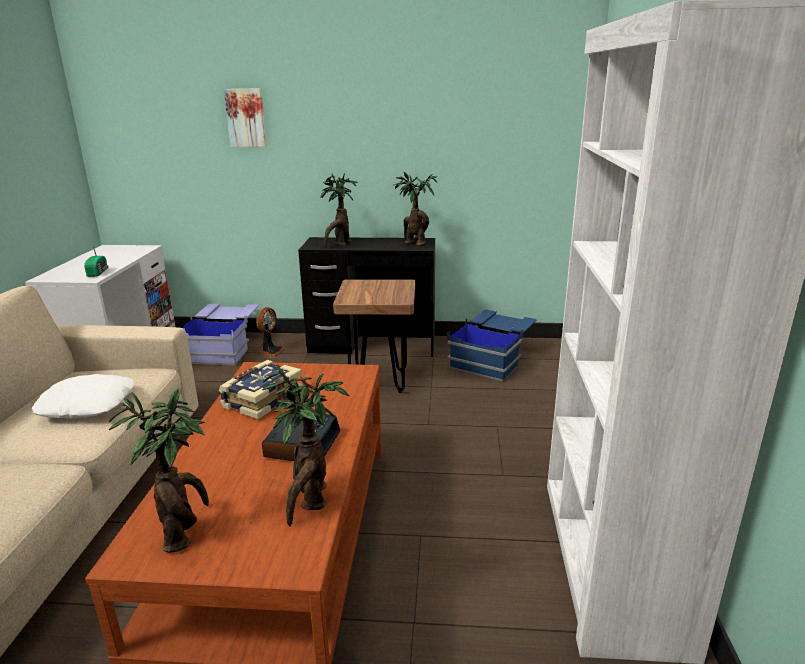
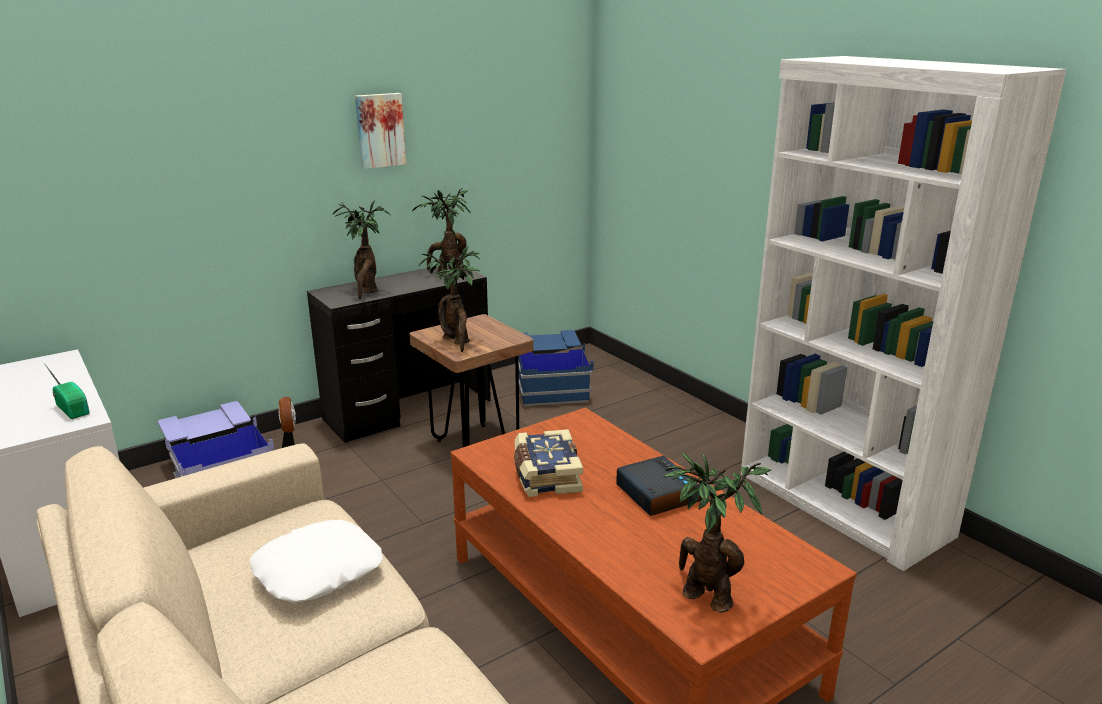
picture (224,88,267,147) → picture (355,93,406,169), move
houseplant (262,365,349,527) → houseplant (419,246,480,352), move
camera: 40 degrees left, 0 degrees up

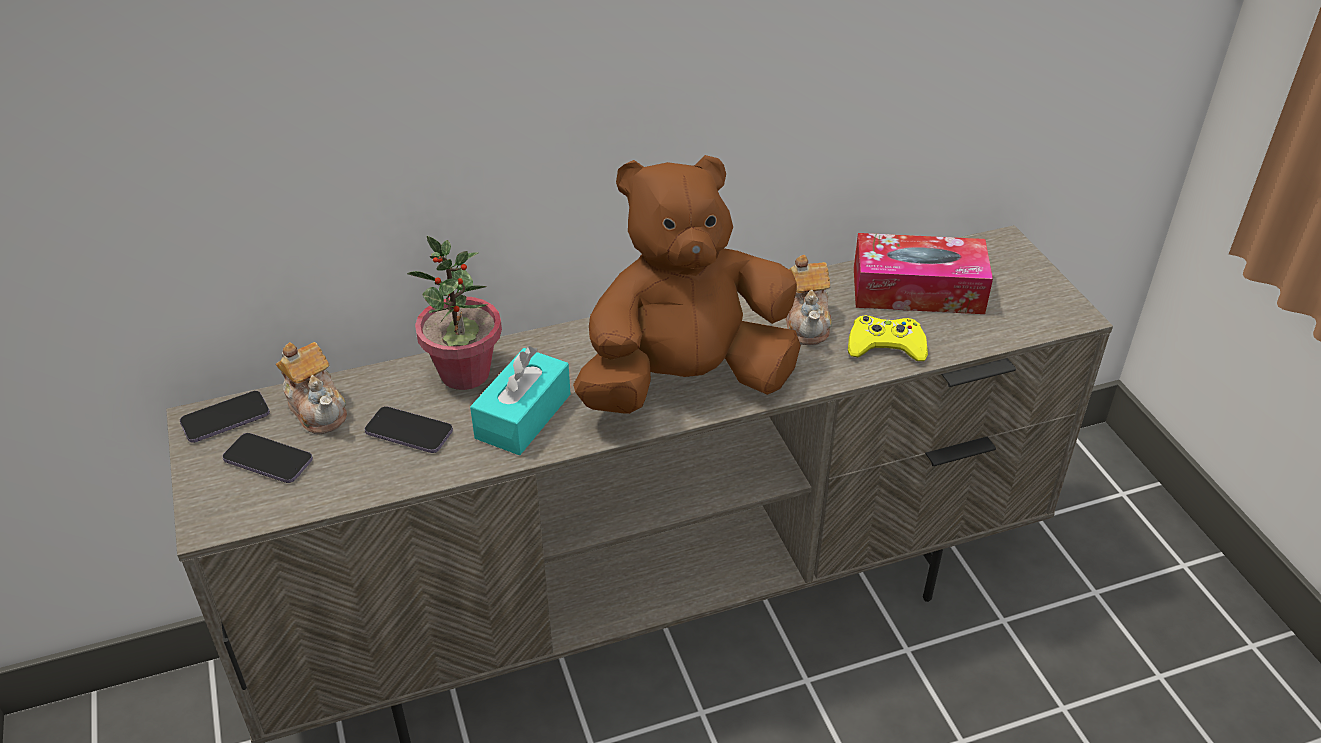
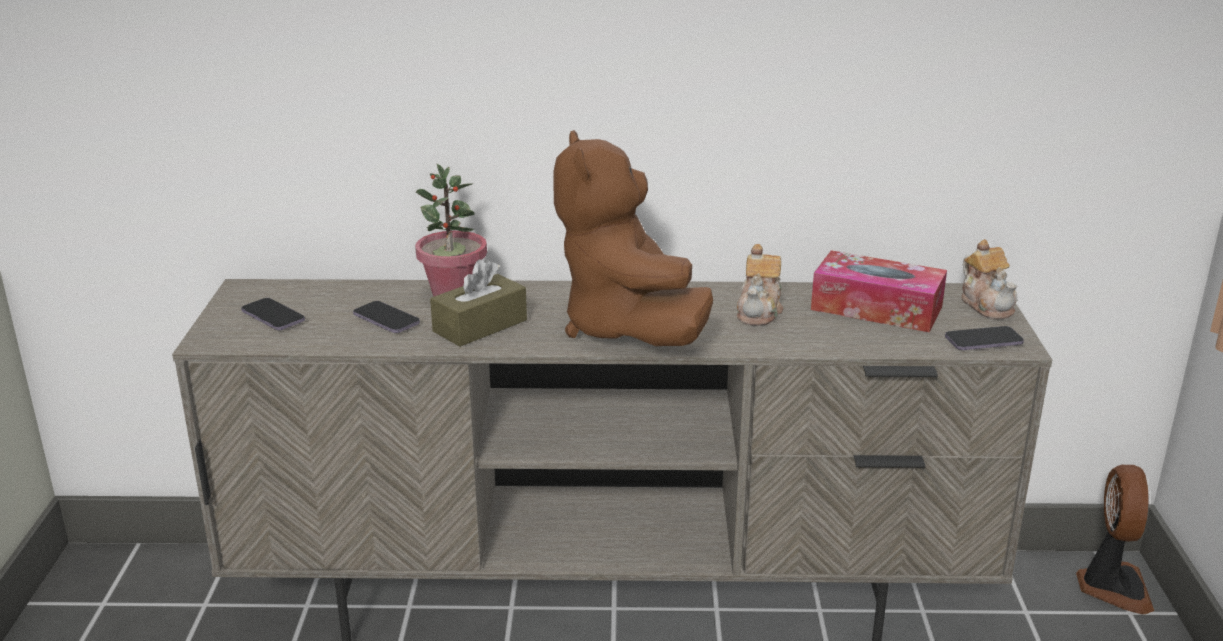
brownish plush toy (573,155,801,414) → brownish plush toy (554,130,713,346), 105 degrees counterclockwise
yellowish joypad (848,315,928,361) → -
pot for tea (276,342,347,434) → pot for tea (961,239,1018,319), move
turquoise-coloured box of tissues (470,346,571,455) → brownish box of tissues (430,260,527,347)
telephone (180,391,270,443) → telephone (945,326,1024,350), move
- → fan (1076,465,1154,614)
camera: 20 degrees right, 15 degrees down

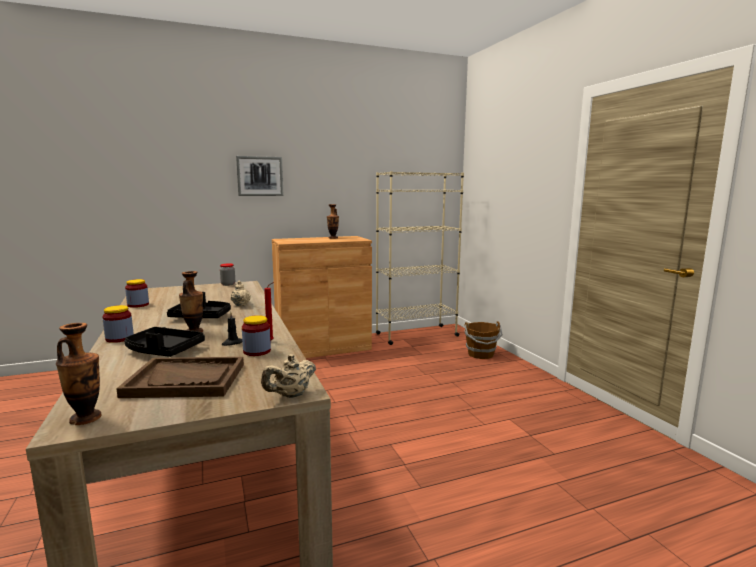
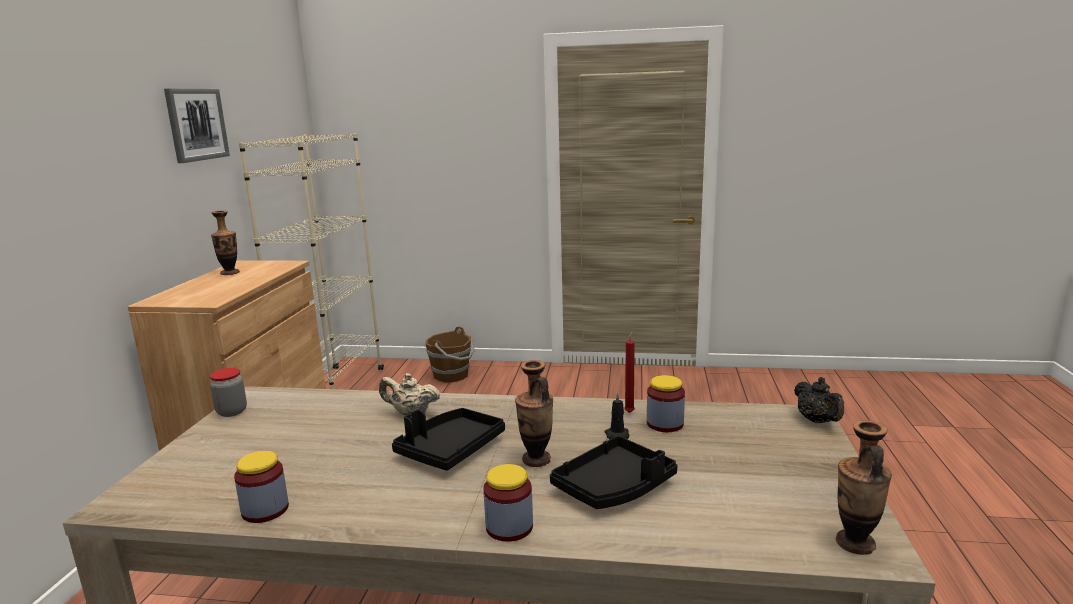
picture (236,156,284,196) → picture (164,89,230,163), move
beige-coloured pot for tea (261,354,316,398) → blackish pot for tea (794,377,844,423)
brownish tray (116,357,244,398) → -
camera: 60 degrees left, 5 degrees up

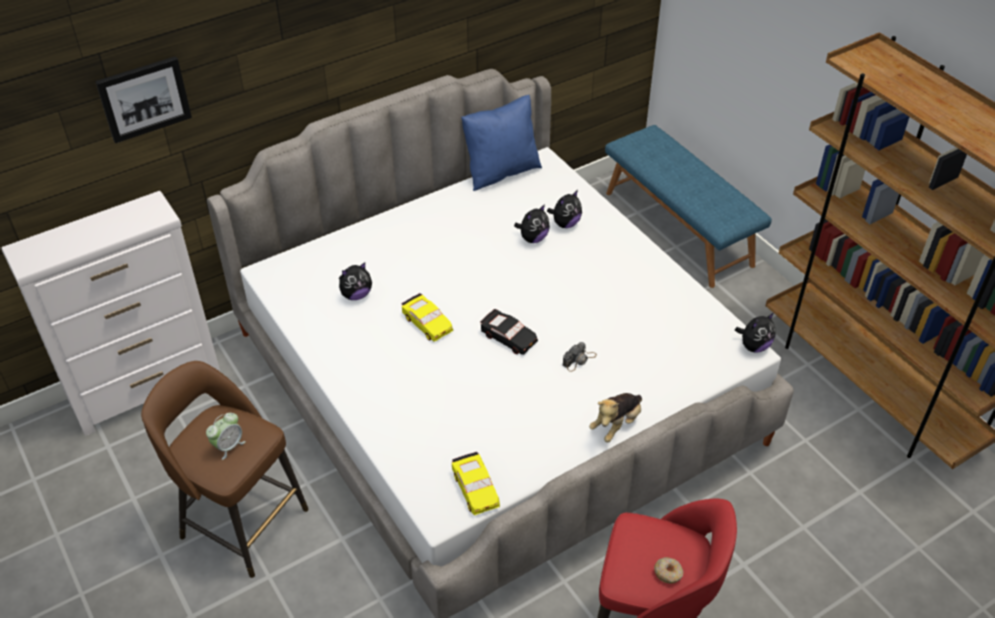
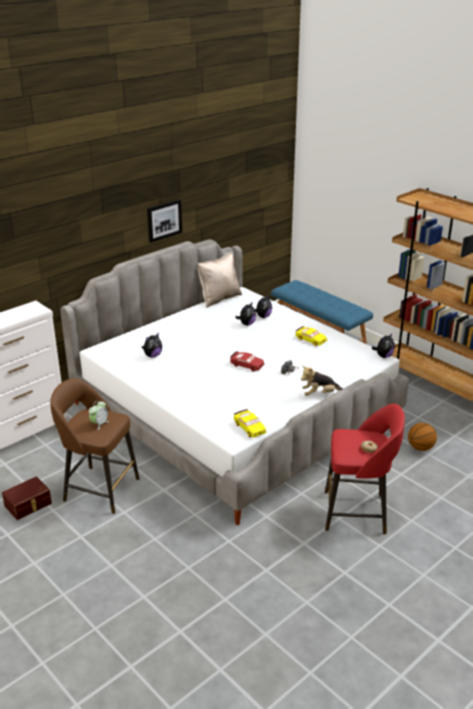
picture (95,56,192,143) → picture (147,199,182,243), move
blue-coloured throw pillow (461,95,542,191) → beige-coloured throw pillow (197,253,242,307)
yellowish toy car (401,293,453,342) → yellowish toy car (296,326,327,346), move
blackish toy car (480,309,538,355) → red toy car (230,351,264,372)
plush toy (589,393,642,442) → plush toy (301,366,343,396), 45 degrees clockwise
- → basketball ball (408,423,437,451)
- → brownish storage box (2,476,52,520)
camera: 10 degrees left, 15 degrees down

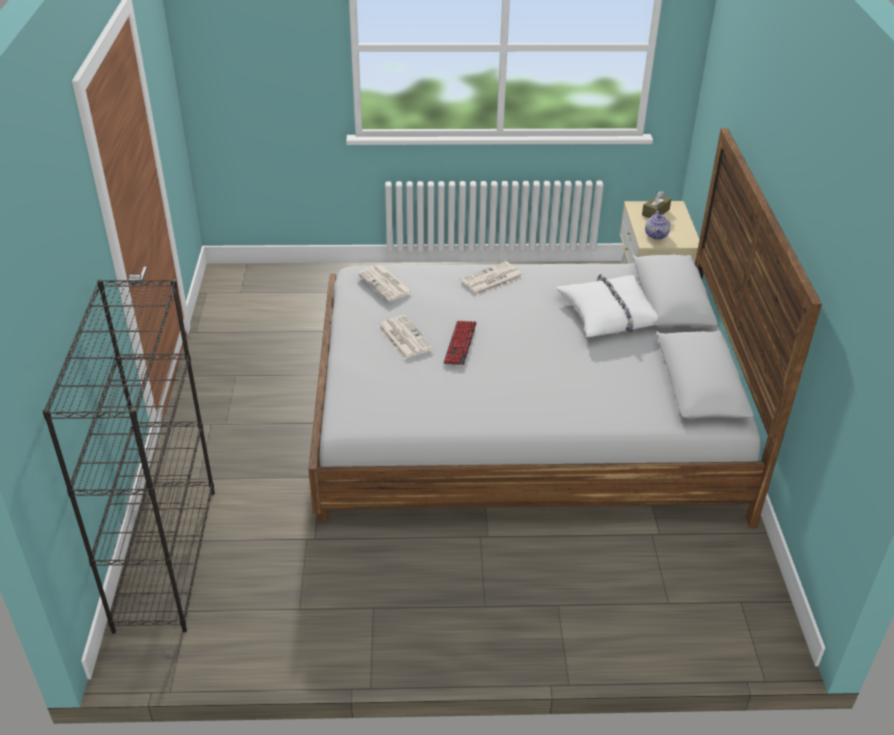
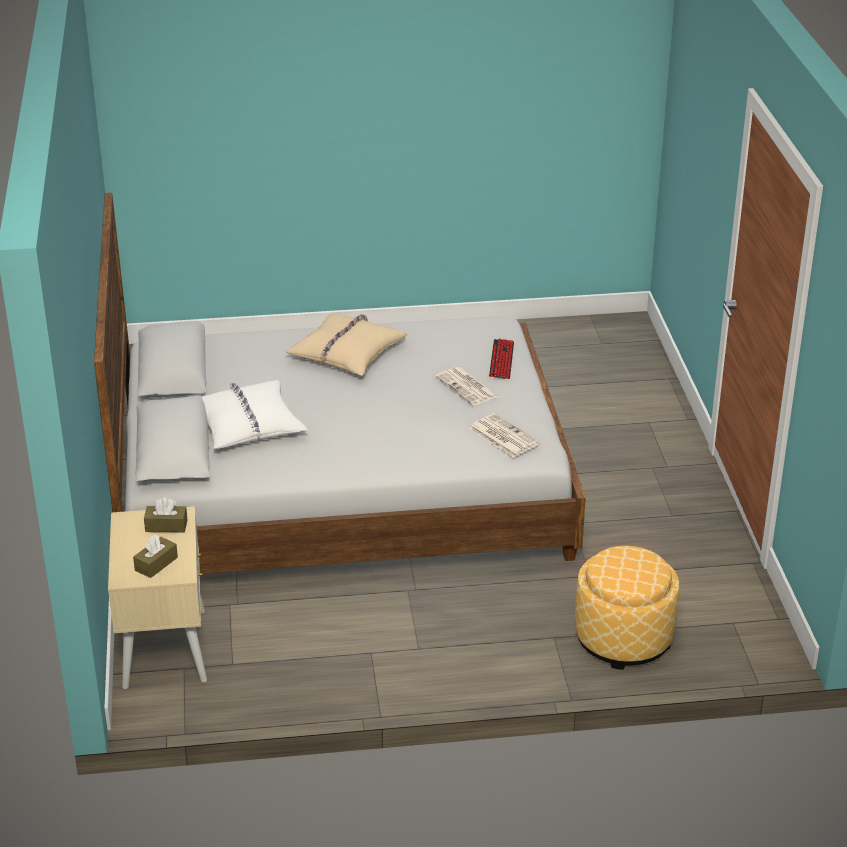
pot for tea (645,210,670,240) → brownish box of tissues (144,498,187,532)
newspaper (460,261,523,295) → -
blackish bookshelf (43,279,215,634) → -
keyboard (444,321,477,365) → keyboard (489,339,514,379), move
- → beige-coloured throw pillow (285,314,407,376)
- → pouffe (575,546,679,670)
camera: 175 degrees right, 5 degrees down

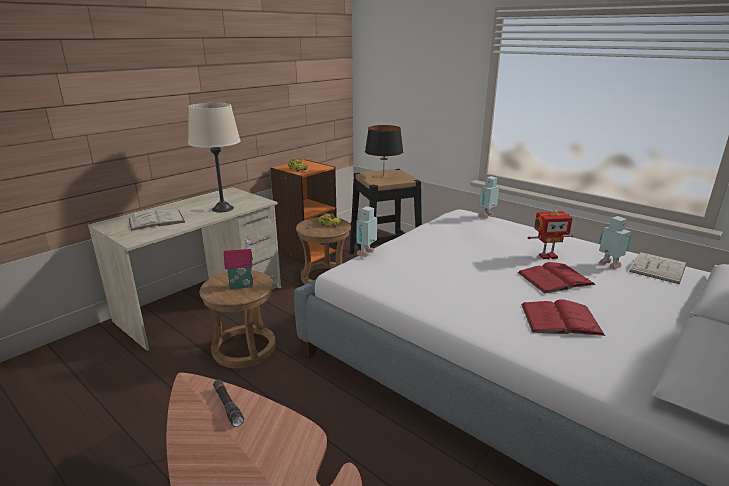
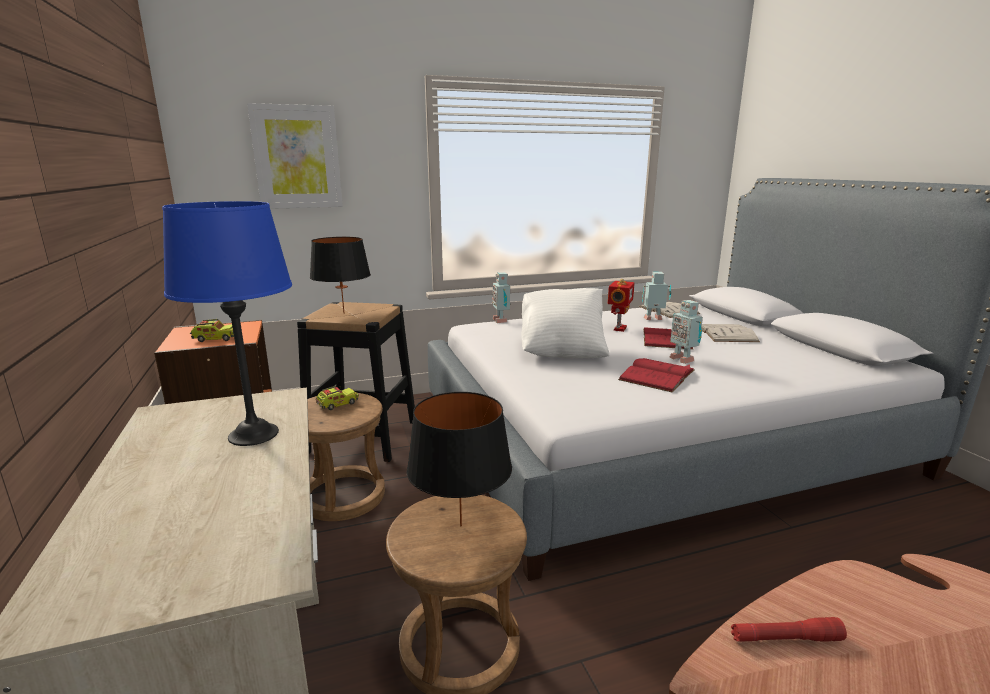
beige-coloured tabletop lamp (188,103,240,212) → blue-coloured tabletop lamp (162,201,292,446)
model robot (356,206,377,257) → model robot (669,300,703,364), move
whitish volume (129,209,185,231) → whitish volume (701,324,760,342), move
toy house (224,236,254,289) → blackish tabletop lamp (406,392,512,526)
red volume (521,299,605,336) → red volume (618,358,694,393), move
blackish torch (213,379,244,427) → red torch (731,617,847,642)
- → picture (247,103,343,209)
- → whitish throw pillow (521,288,609,358)
camera: 60 degrees left, 5 degrees down

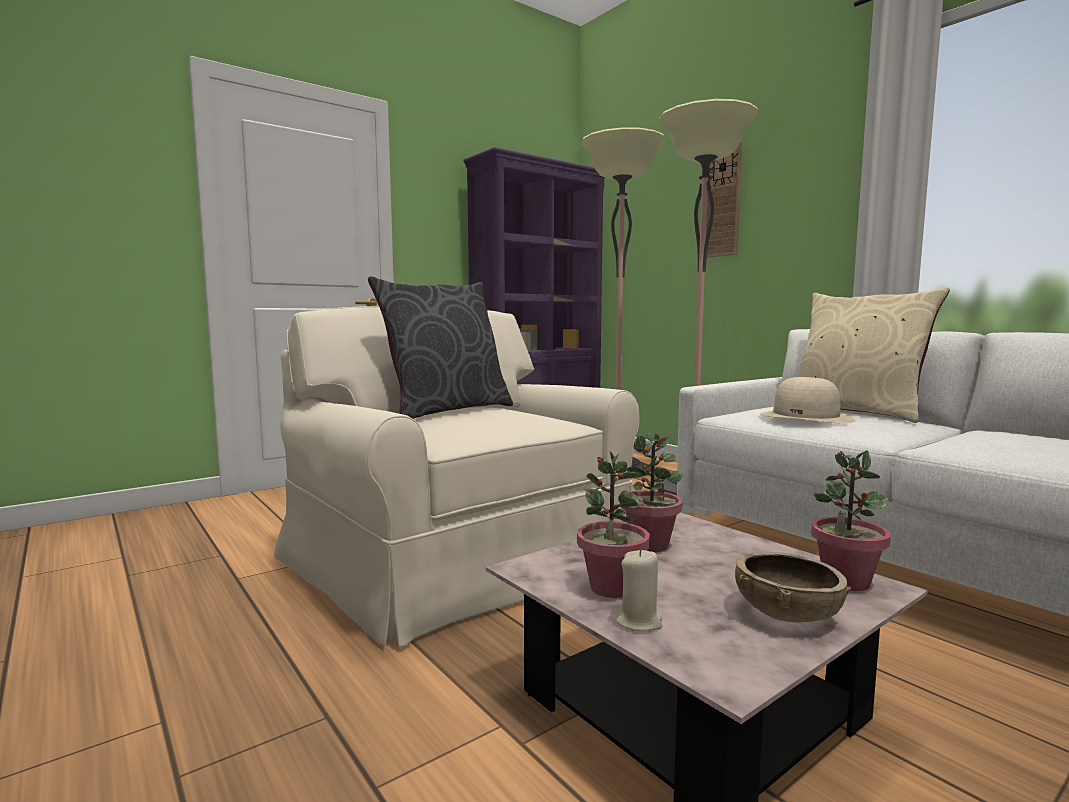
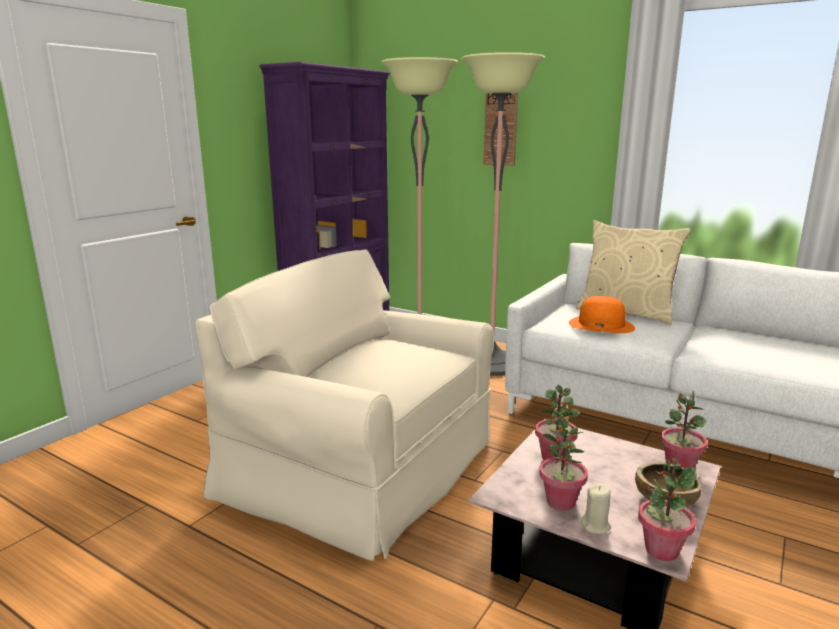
gray throw pillow (368,276,513,419) → -
beige-coloured hat (759,377,855,424) → orangey hat (569,296,635,333)
- → houseplant (638,459,697,561)
camera: 20 degrees left, 10 degrees up

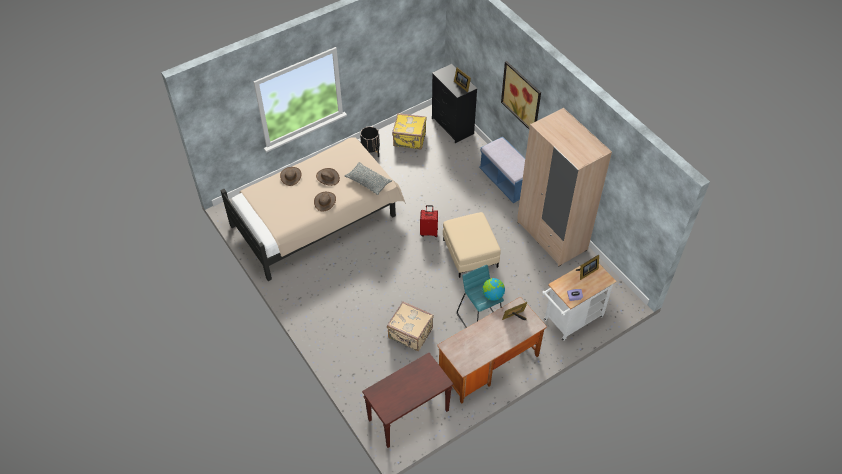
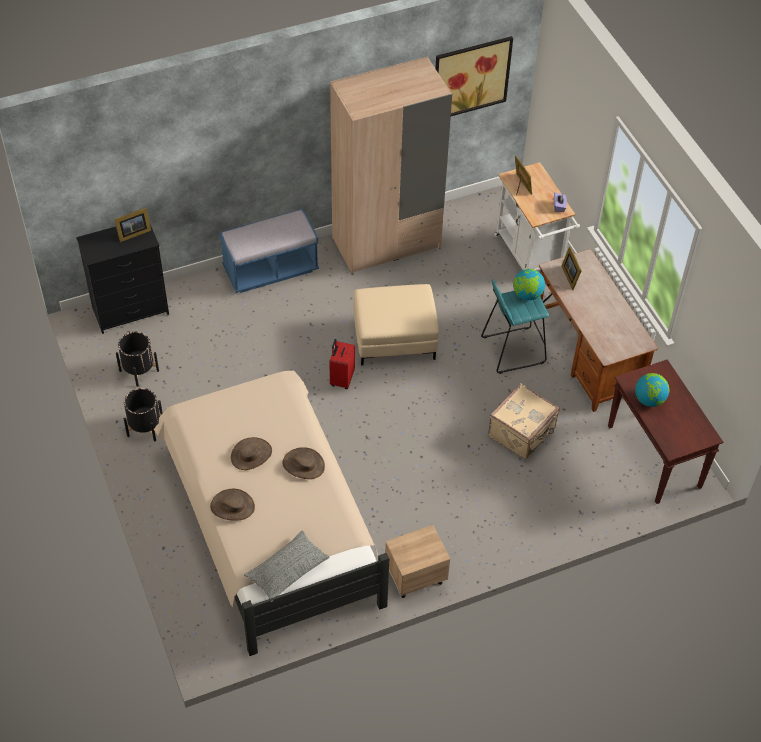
picture (501,61,541,129) → picture (435,36,513,116), move
yellowish piece of luggage (392,113,426,150) → blackish planter (116,332,159,387)
gray throw pillow (345,162,392,195) → gray throw pillow (244,531,329,602), move
- → world globe (635,373,669,407)
- → beige-coloured nightstand (385,525,450,598)
camera: 80 degrees left, 0 degrees up

